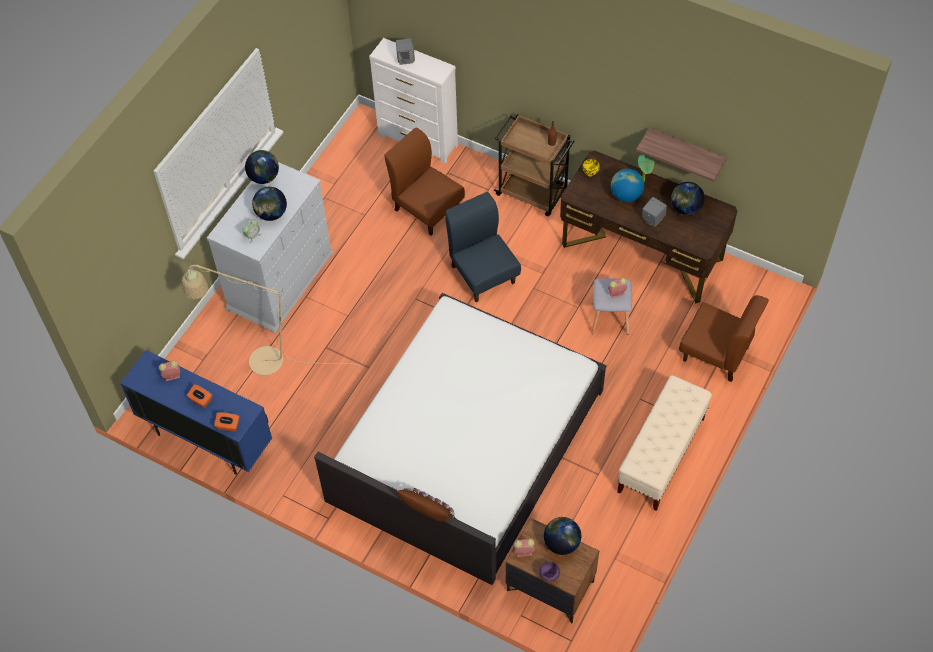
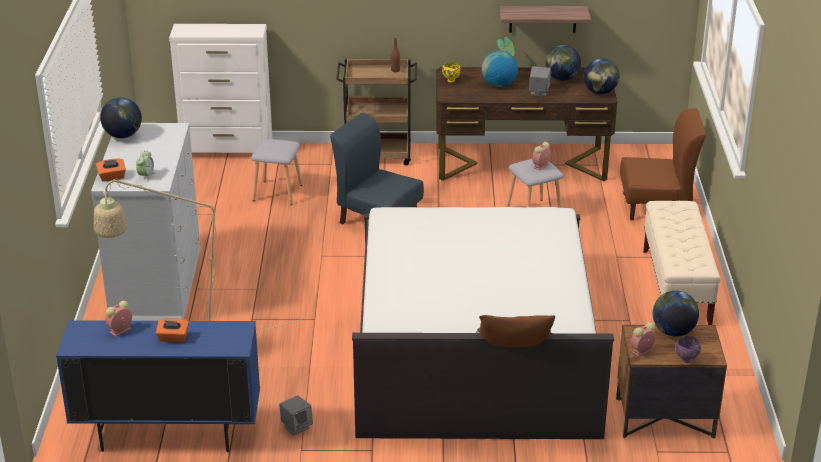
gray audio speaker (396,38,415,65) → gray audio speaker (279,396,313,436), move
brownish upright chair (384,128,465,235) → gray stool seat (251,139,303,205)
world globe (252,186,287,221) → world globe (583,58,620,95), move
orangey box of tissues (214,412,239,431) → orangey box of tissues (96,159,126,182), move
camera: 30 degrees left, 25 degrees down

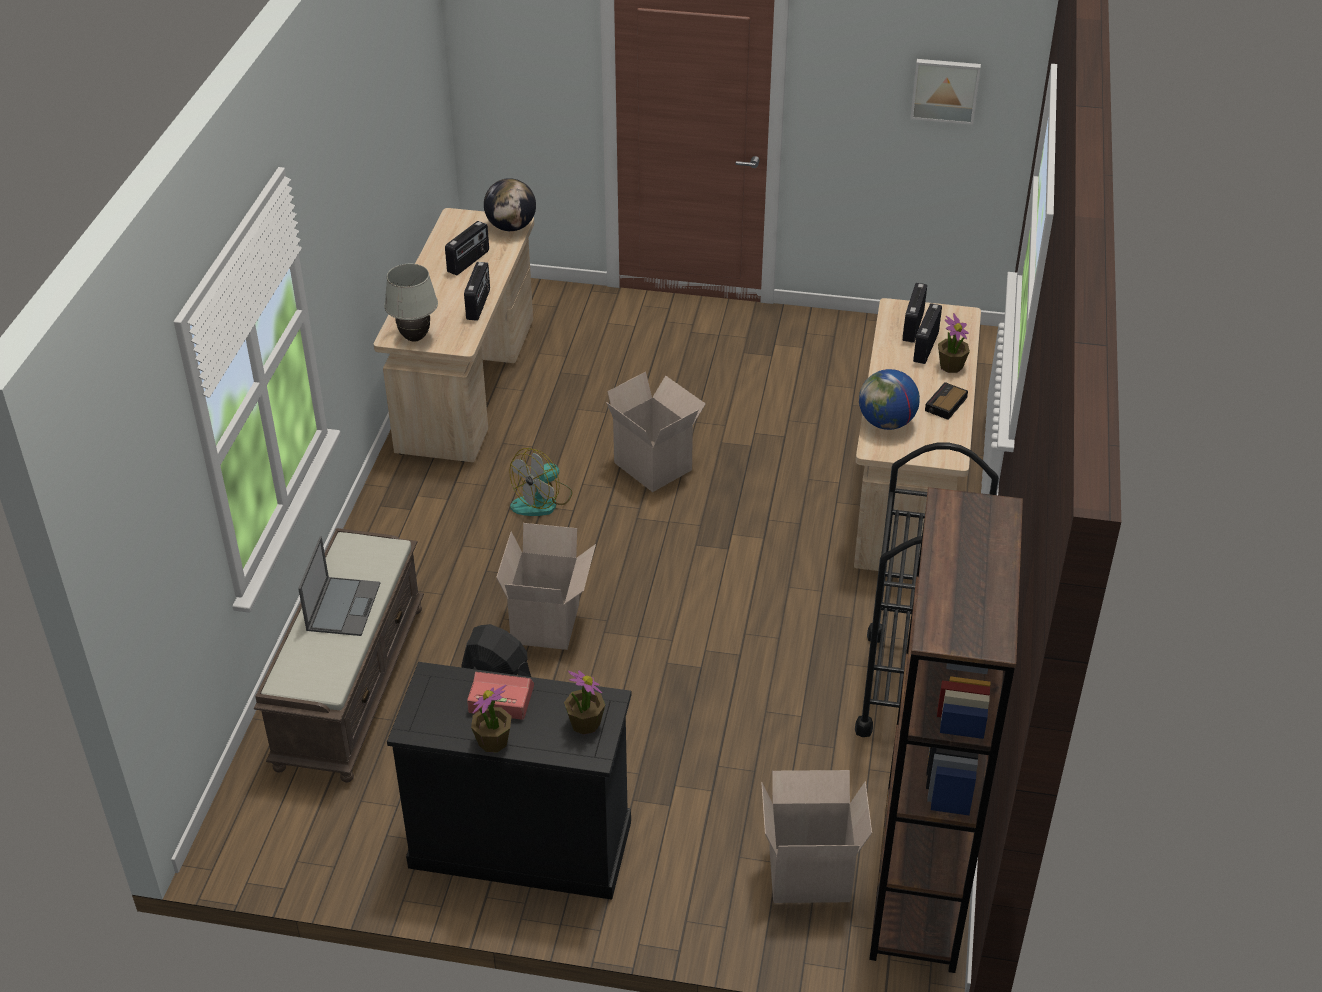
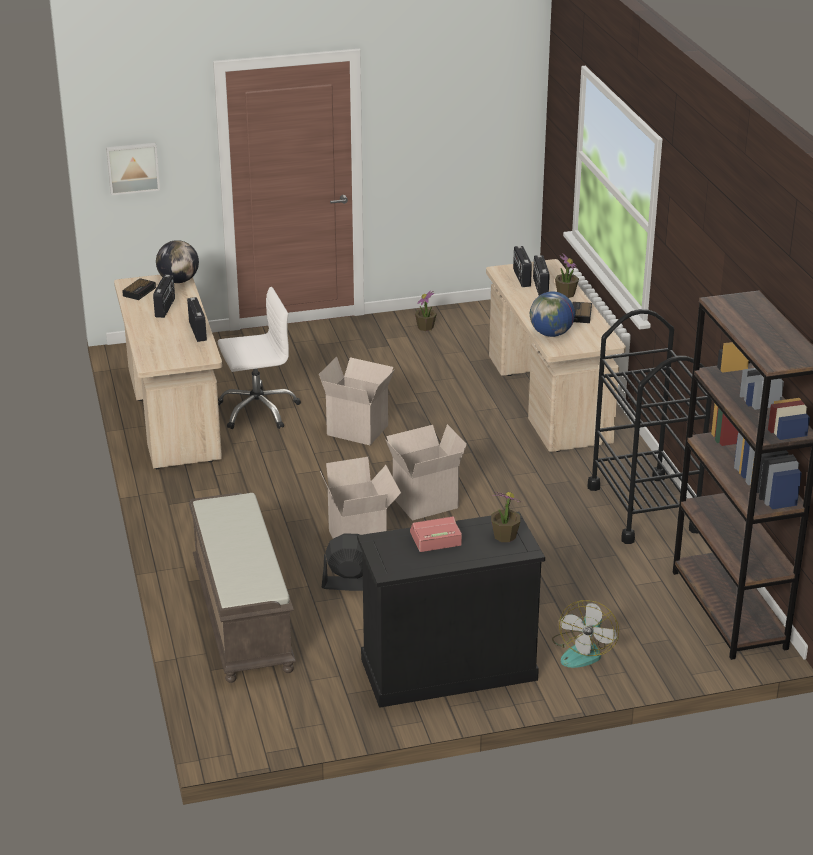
picture (910,59,981,125) → picture (106,143,160,195), move
whitish tabletop lamp (384,264,438,342) → -
fan (509,448,573,516) → fan (552,600,619,668), move
notebook computer (298,537,380,636) → -
houseplant (471,685,512,752) → houseplant (415,291,437,331), move
packing box (761,770,872,903) → packing box (385,424,467,521), move
- → alarm clock (122,278,156,300)
- → whitish desk chair (218,287,301,429)
camera: 25 degrees left, 10 degrees down

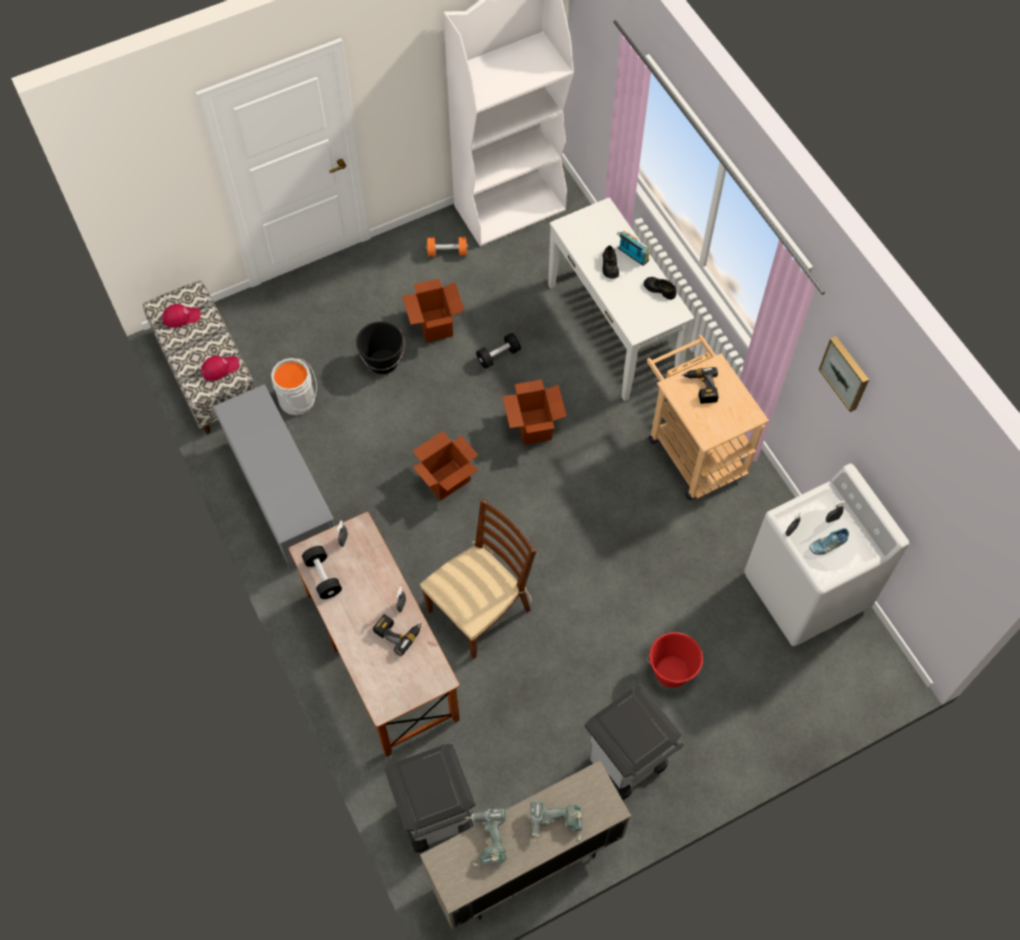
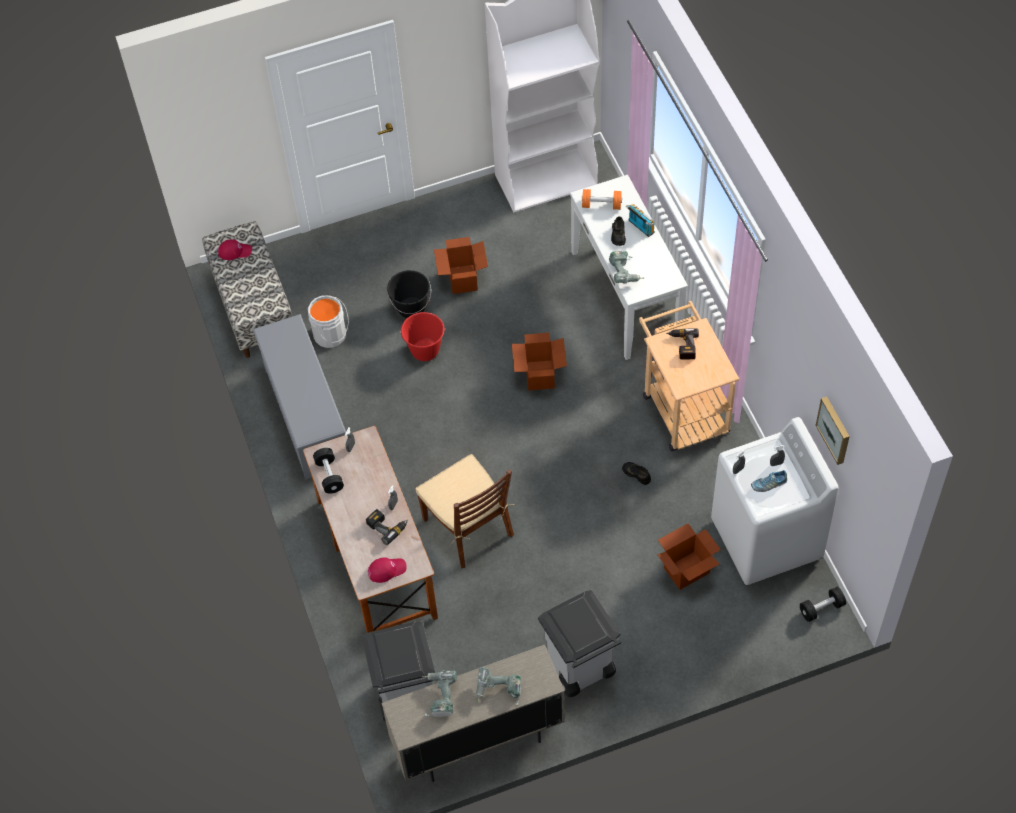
orangey hand weight (427,237,468,257) → orangey hand weight (582,189,622,210), move
blackish shoe (644,277,676,300) → blackish shoe (622,462,651,485), move
blackish hand weight (476,333,521,369) → blackish hand weight (800,587,846,622), move
picture (819,336,869,412) → picture (816,396,850,465), move
red cap (201,356,239,381) → red cap (368,557,407,583), move
packing box (412,431,478,501) → packing box (657,523,721,590), move
brownish upright chair (420,499,536,659) → brownish upright chair (416,454,514,568), 90 degrees clockwise
red pail (647,632,703,688) → red pail (400,312,445,361), move
- → drill (609,251,644,284)
camera: 10 degrees right, 5 degrees down

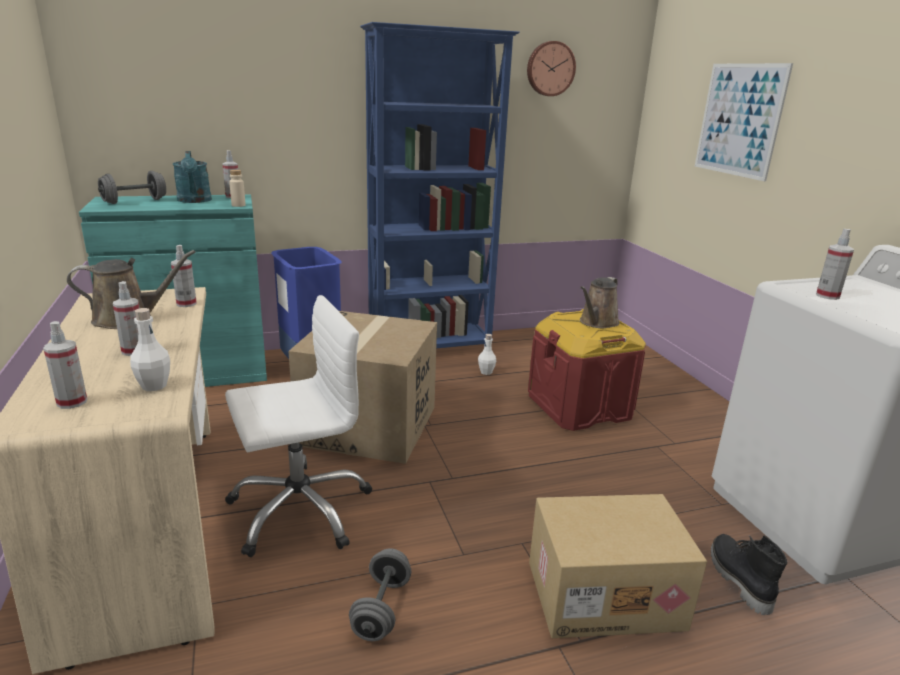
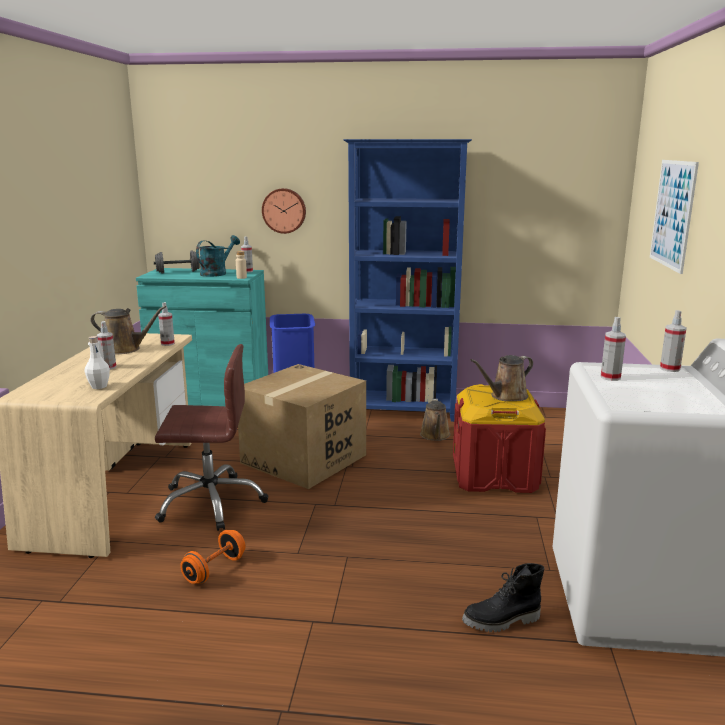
wall clock (527,41,576,96) → wall clock (262,188,306,234), move
turquoise-coloured sprinkling can (173,151,212,203) → turquoise-coloured sprinkling can (196,235,240,277), 150 degrees counterclockwise
whitish desk chair (225,295,372,557) → brownish desk chair (155,344,268,531)
spray bottle (43,321,87,409) → spray bottle (660,310,687,372), move
whitish drink bottle (478,334,496,375) → brownish sprinkling can (420,399,451,441)
packing box (529,494,707,638) → -
blackish high-top boot (711,534,787,615) → blackish high-top boot (462,563,544,632), 120 degrees counterclockwise
gray hand weight (349,548,411,641) → orangey hand weight (180,530,246,584)
camera: 25 degrees right, 5 degrees down

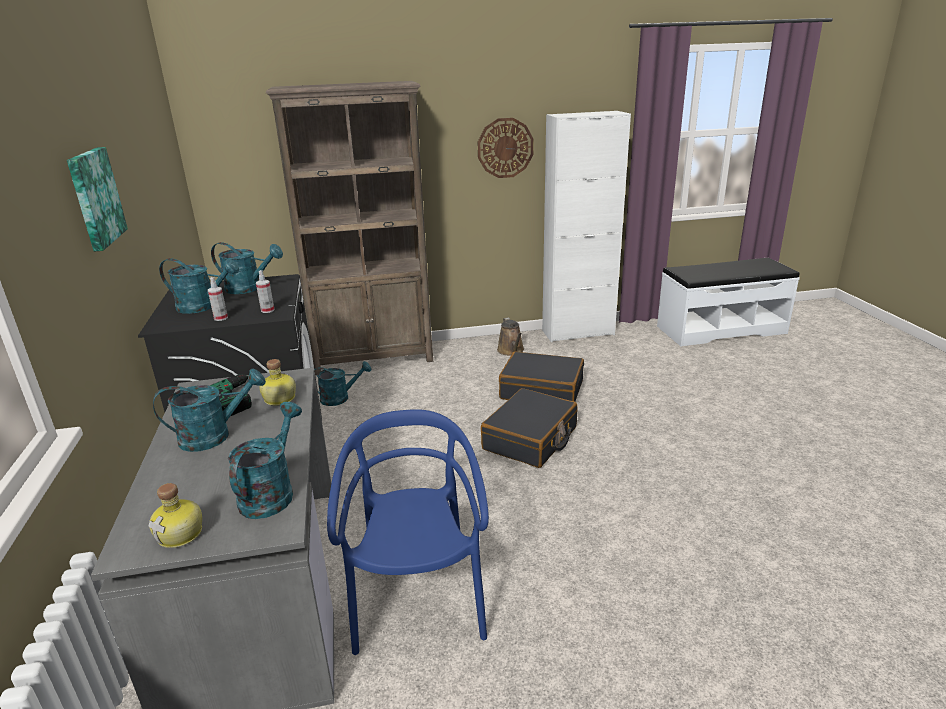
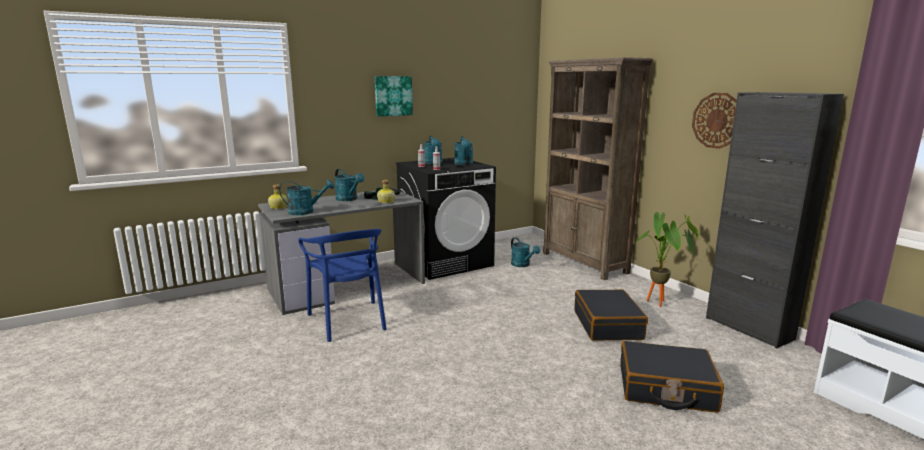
whitish cupboard (542,111,631,342) → blackish cupboard (706,92,844,349)
brownish sprinkling can (497,317,524,356) → houseplant (635,212,698,307)
blackish piece of luggage (481,388,578,468) → blackish piece of luggage (620,341,724,413), move
blue-coloured upright chair (327,409,489,655) → blue-coloured upright chair (298,229,387,342), 90 degrees clockwise
camera: 70 degrees right, 10 degrees down

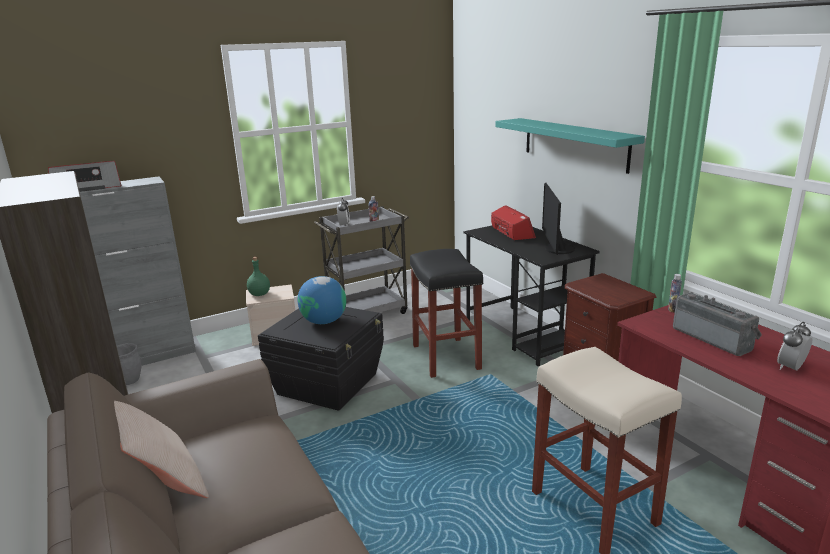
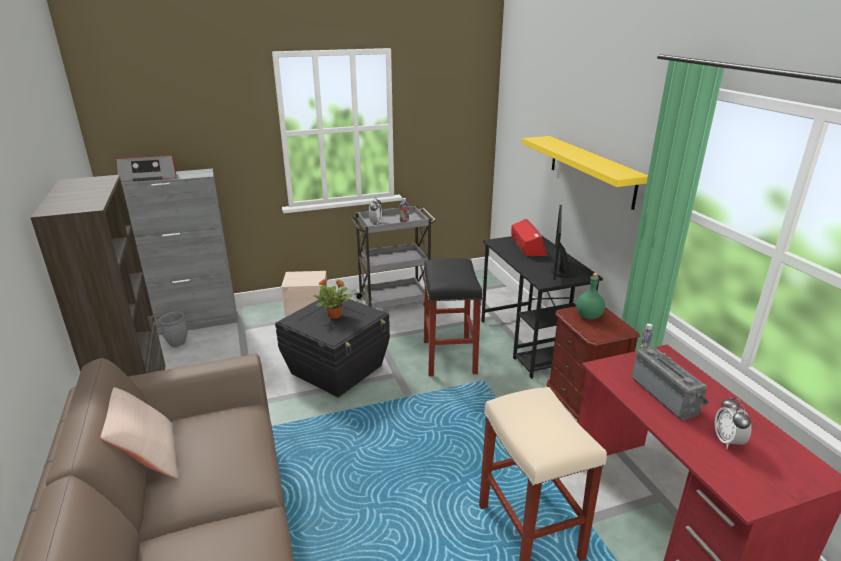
turquoise-coloured shelf (496,118,645,174) → yellowish shelf (522,136,648,210)
greenish drink bottle (247,257,270,296) → greenish drink bottle (576,273,605,320), move
world globe (297,276,346,324) → houseplant (314,278,352,319)
alarm clock (777,322,812,370) → alarm clock (715,397,752,449), 60 degrees counterclockwise
camera: 10 degrees right, 5 degrees up

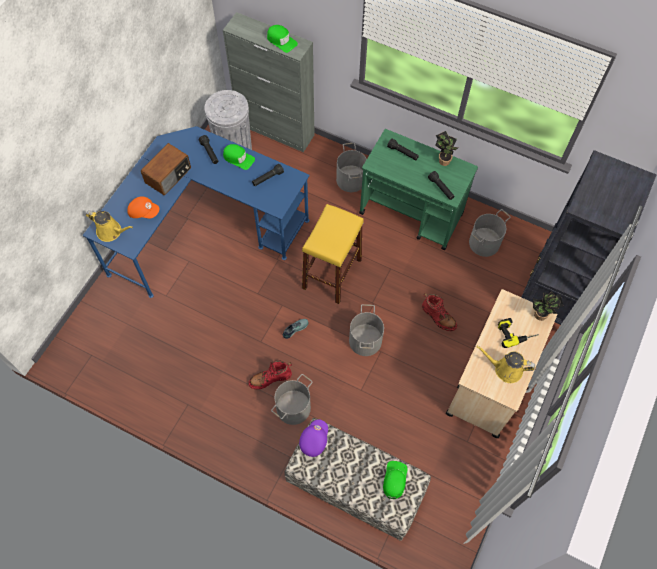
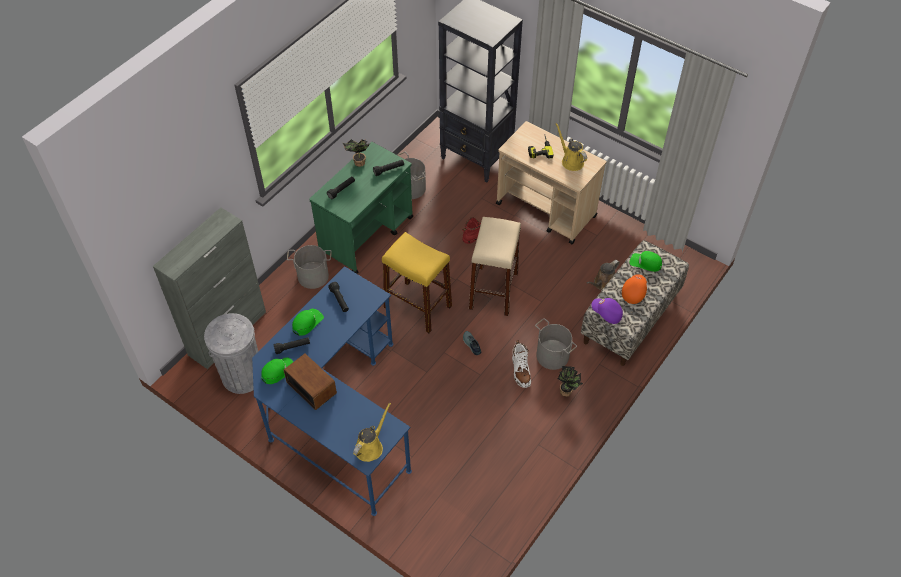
greenish cap (267,25,298,53) → greenish cap (261,357,293,384), move
orangey cap (127,196,159,218) → orangey cap (622,274,647,304), move
houseplant (533,291,563,321) → houseplant (558,366,583,397), move
gray pail (349,304,384,356) → beige-coloured stool seat (469,217,521,316)
yellowish sprinkling can (477,346,535,383) → yellowish sprinkling can (555,123,587,171), 120 degrees clockwise
red high-top boot (249,360,292,389) → whitish high-top boot (512,340,531,388)
- → brownish sprinkling can (586,260,620,291)
camera: 80 degrees left, 10 degrees down

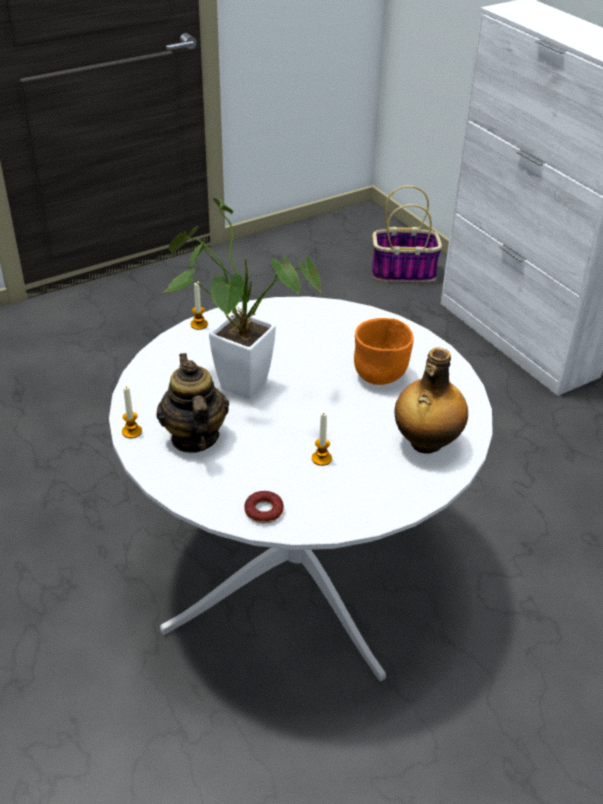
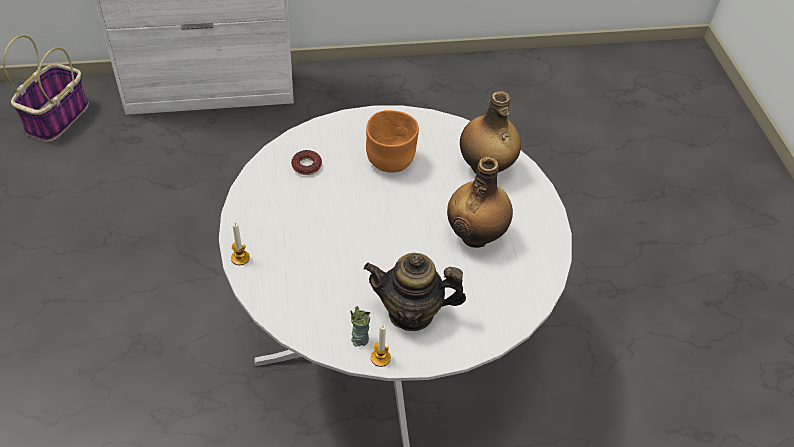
houseplant (164,198,321,399) → -
wax candle (312,413,332,466) → drink bottle (447,157,513,248)
doughnut (244,491,284,523) → doughnut (291,150,322,175), move
- → drinking cup (350,306,370,347)
camera: 70 degrees left, 10 degrees up

